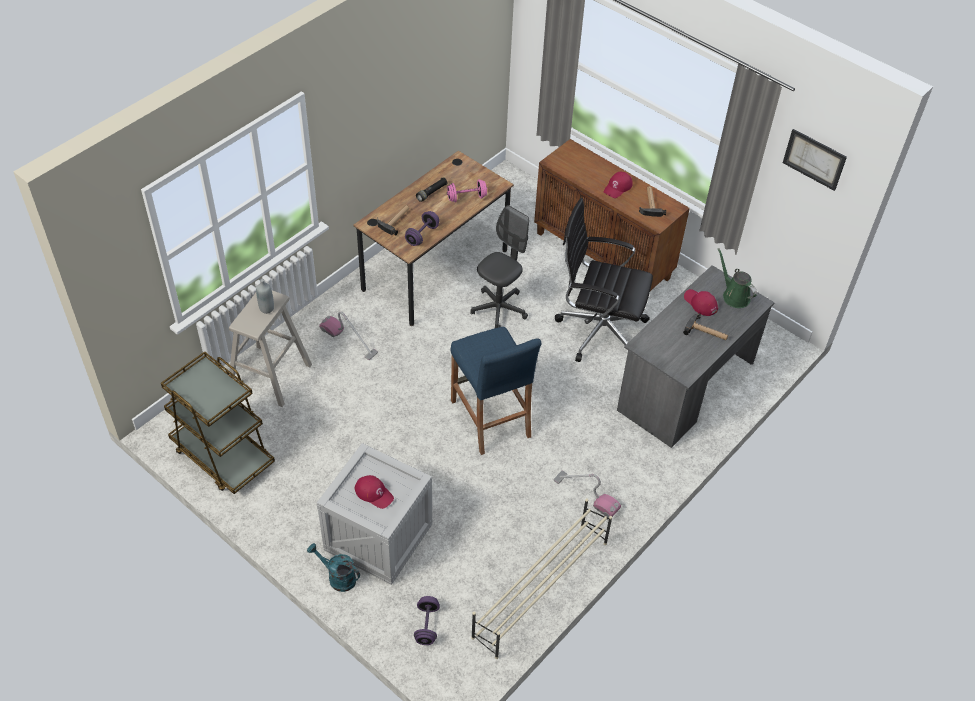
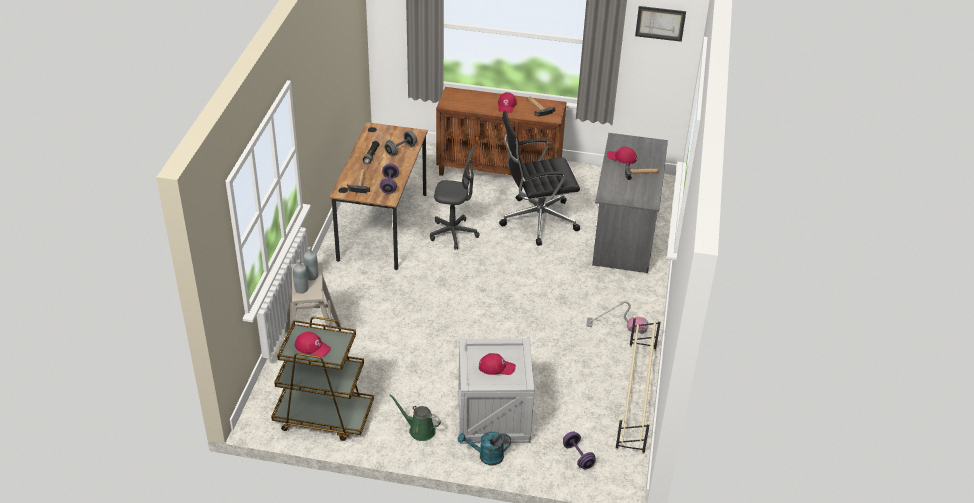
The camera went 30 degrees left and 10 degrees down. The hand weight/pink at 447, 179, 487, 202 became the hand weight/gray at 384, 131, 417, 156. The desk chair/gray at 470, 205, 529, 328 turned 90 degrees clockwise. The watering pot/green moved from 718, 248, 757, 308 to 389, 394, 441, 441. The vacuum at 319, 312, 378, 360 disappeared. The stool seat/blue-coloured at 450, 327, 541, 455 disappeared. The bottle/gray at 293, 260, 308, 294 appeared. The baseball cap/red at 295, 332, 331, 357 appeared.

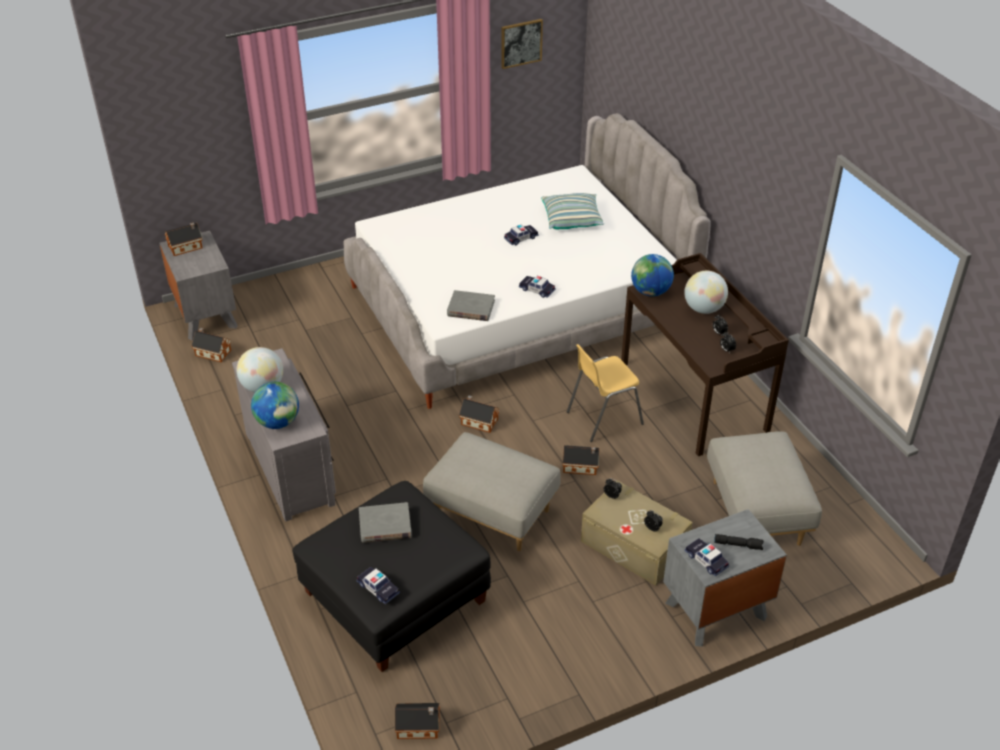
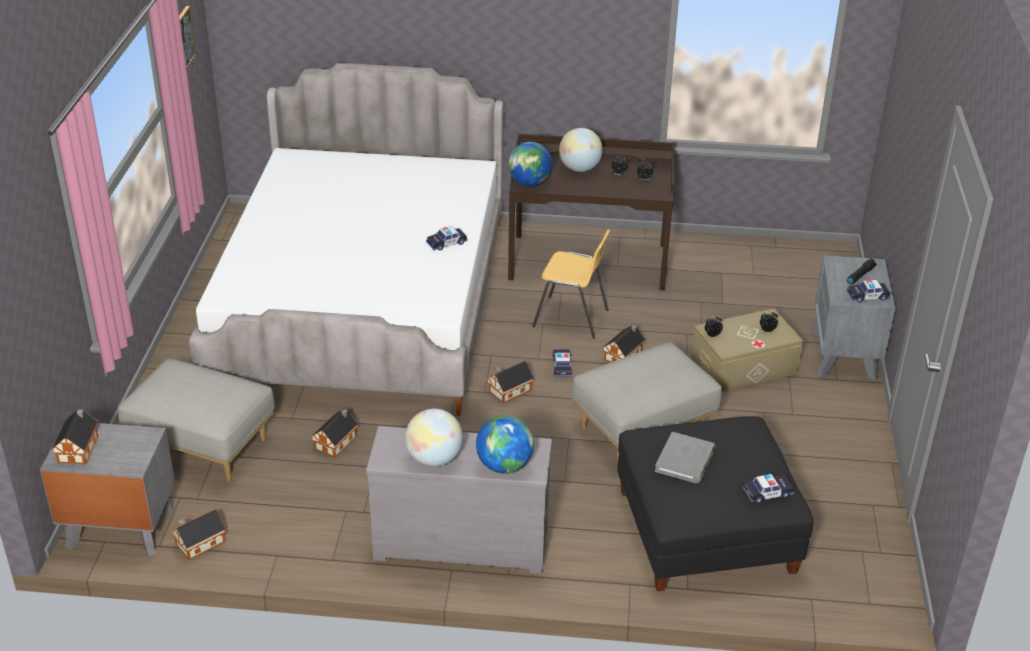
The camera went 60 degrees left and 5 degrees down. The throw pillow at 541, 193, 604, 229 disappeared. The model car moved from 504, 225, 539, 245 to 552, 349, 572, 377. The book/gray at 447, 290, 495, 321 disappeared. The upright chair/yellow at 567, 344, 644, 442 turned 75 degrees counterclockwise. The pouffe/gray moved from 707, 431, 822, 546 to 118, 358, 275, 481. The model house moved from 395, 703, 440, 739 to 311, 408, 359, 458.

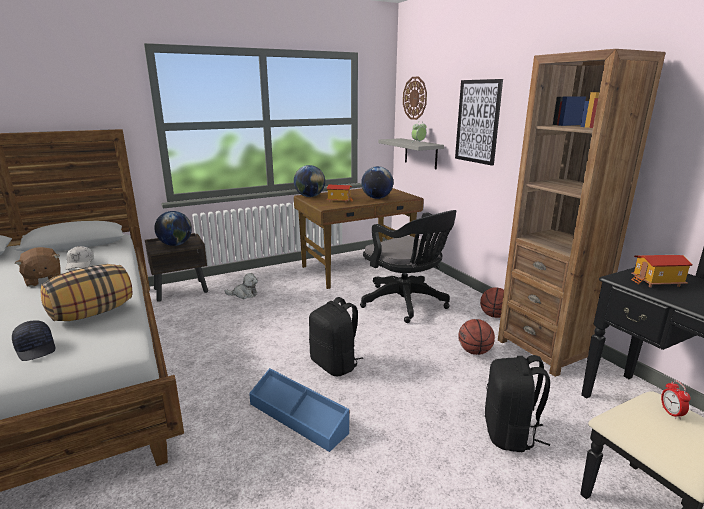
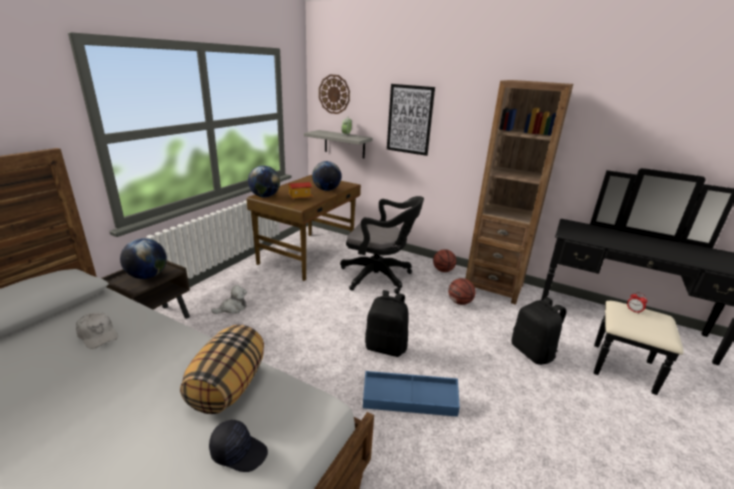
The camera went 35 degrees left and 5 degrees up. The plush toy/brown at 15, 247, 61, 287 disappeared. The model house at 631, 255, 693, 287 disappeared.

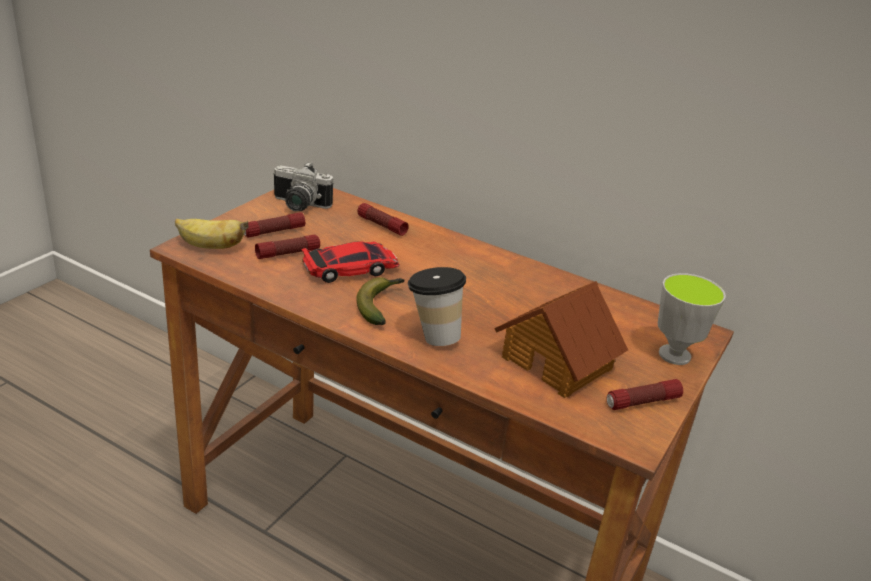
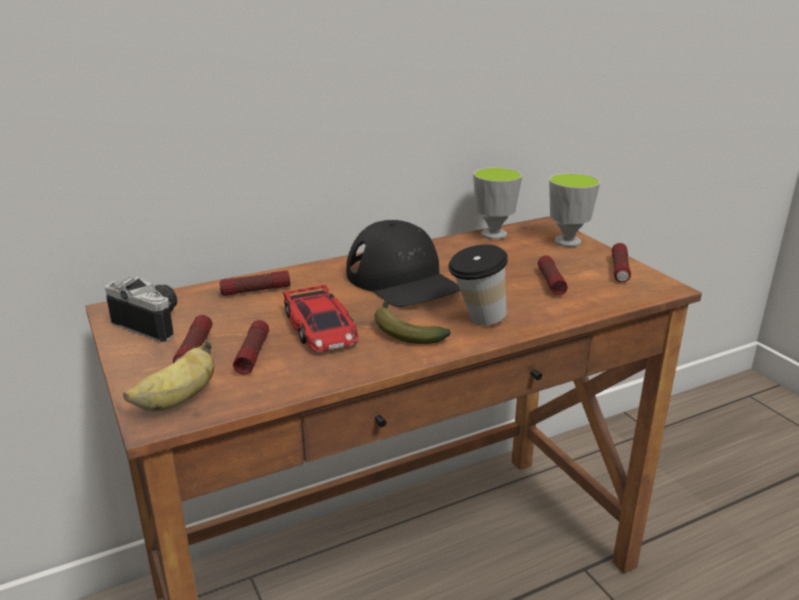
The camera went 55 degrees left and 5 degrees down. The photo camera at 274, 162, 334, 211 turned 105 degrees counterclockwise. The model car at 302, 241, 400, 283 turned 150 degrees clockwise. The model house at 494, 281, 628, 398 was replaced by the hand torch at 538, 256, 568, 296. The cup at 473, 167, 522, 239 appeared. The baseball cap/black-coloured at 346, 220, 460, 307 appeared.

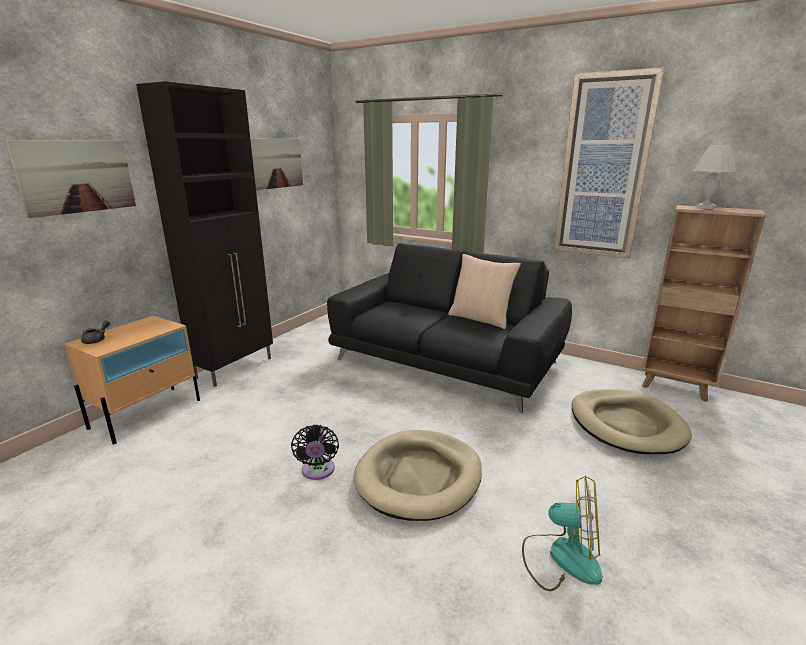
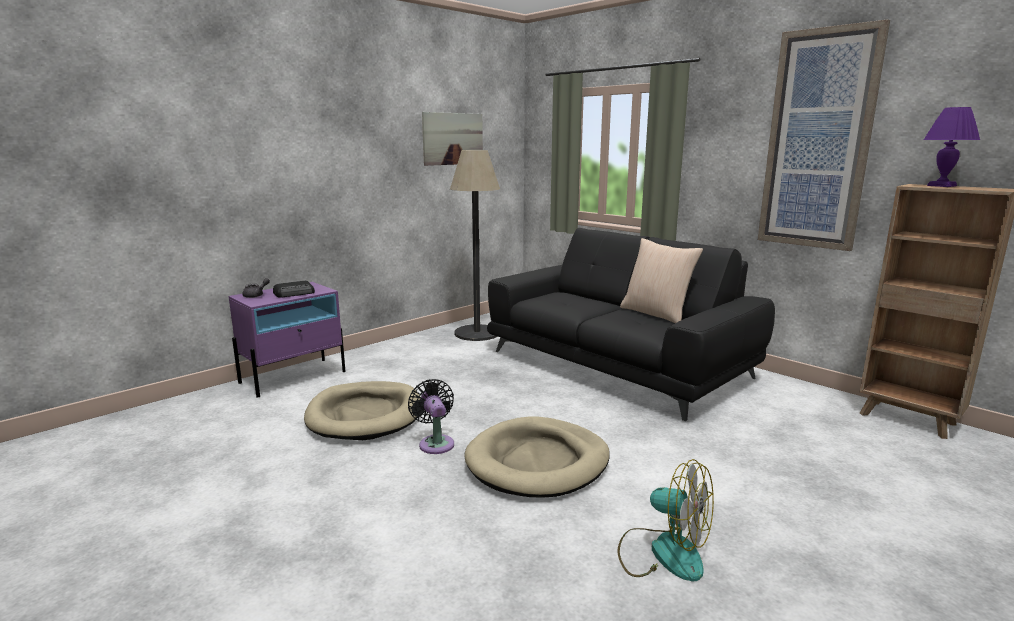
The camera went 15 degrees right and 5 degrees down. The storage cabinet/black-coloured at 136, 81, 273, 387 disappeared. The wall art at 5, 140, 136, 218 disappeared. The table lamp/white-coloured at 694, 145, 736, 209 became the table lamp/purplish at 924, 107, 980, 187. The bedside table/beige at 64, 316, 200, 445 became the bedside table/purplish at 229, 282, 345, 398. The pet bed/beige moved from 572, 389, 692, 454 to 304, 381, 420, 440. The cooling fan/black-coloured at 291, 424, 339, 480 turned 150 degrees clockwise. The floor lamp at 450, 150, 500, 341 appeared. The radio at 273, 281, 315, 298 appeared.

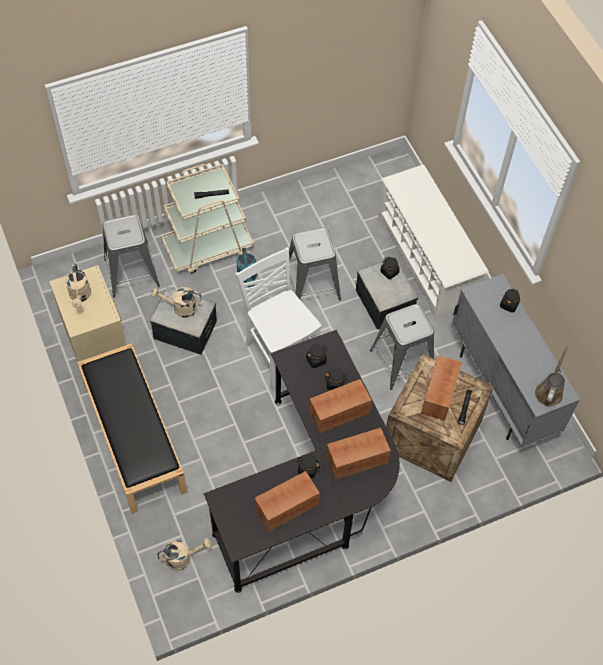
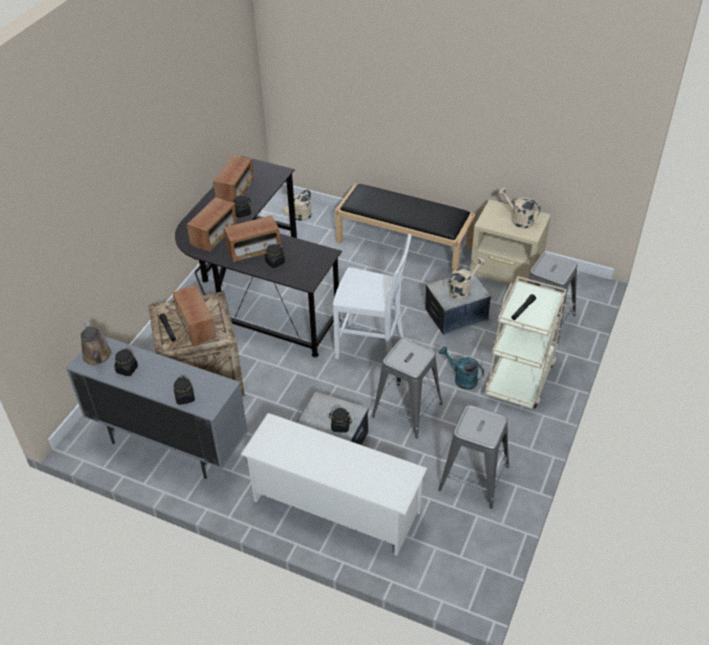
The camera went 140 degrees right and 15 degrees down. The stool seat/gray moved from 370, 304, 434, 390 to 438, 405, 509, 509. The jar/black-coloured moved from 306, 345, 328, 368 to 114, 349, 138, 376. The radio at 309, 379, 372, 433 turned 45 degrees clockwise.

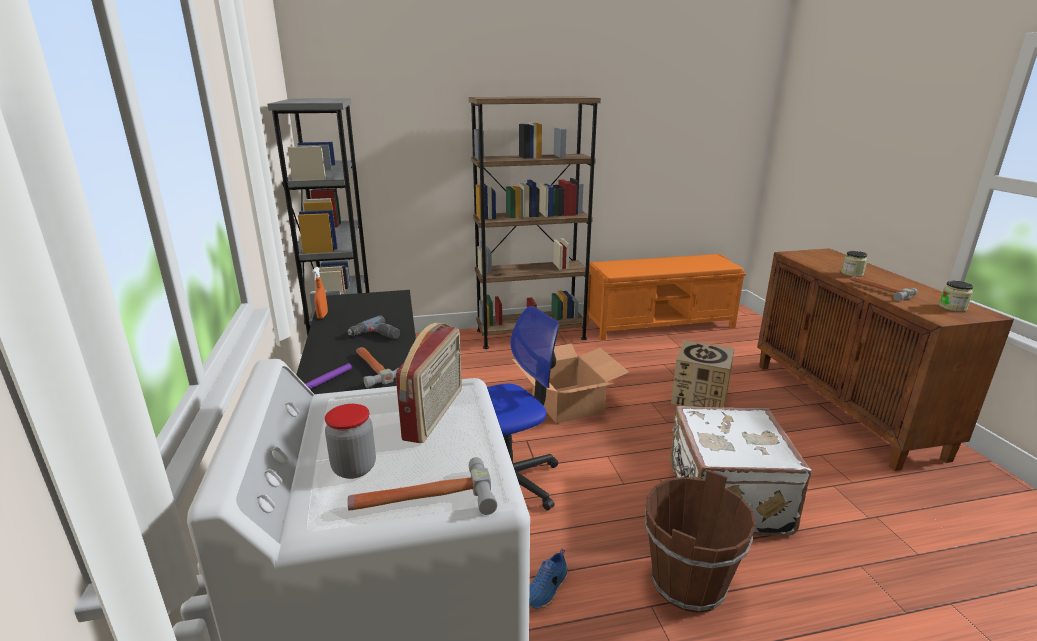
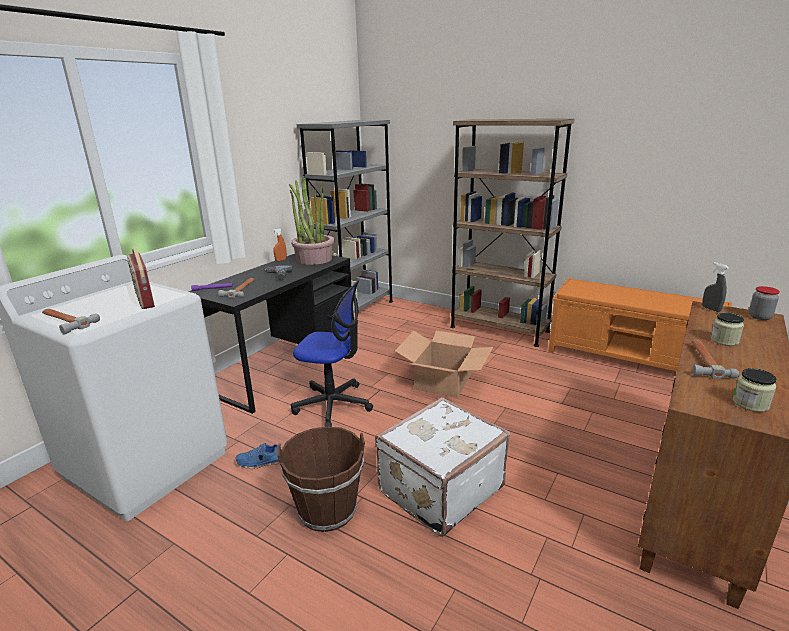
The camera went 45 degrees right and 0 degrees up. The radio at 396, 323, 462, 443 turned 90 degrees clockwise. The cardboard box at 671, 340, 735, 408 disappeared. The jar moved from 325, 404, 376, 479 to 749, 286, 780, 320. The potted plant at 289, 178, 334, 265 appeared. The sprayer/gray at 702, 262, 728, 312 appeared.

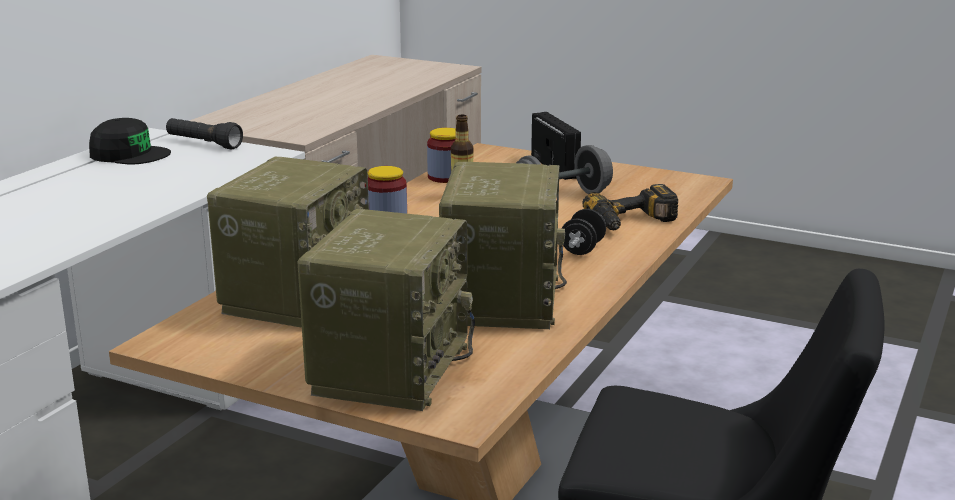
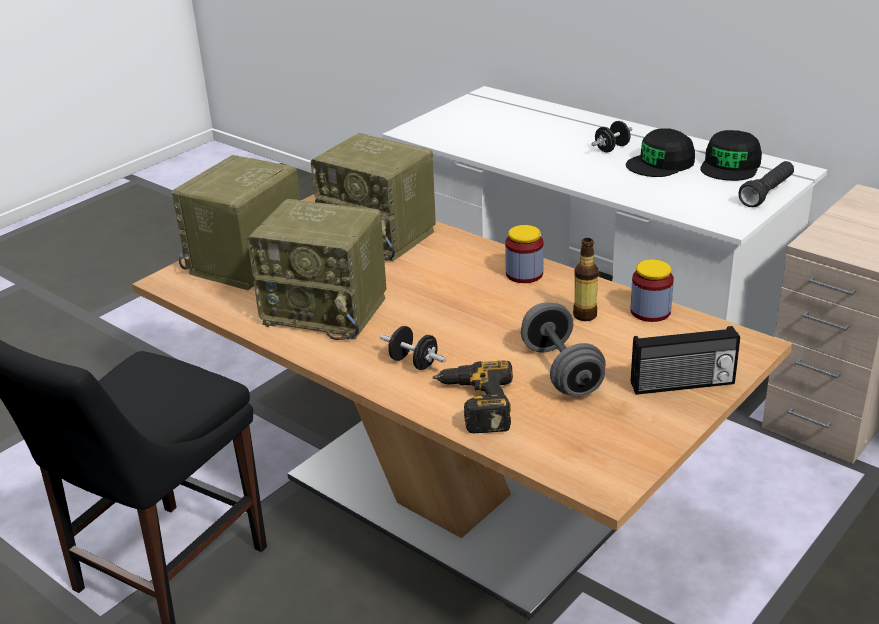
The camera went 105 degrees right and 10 degrees up. The radio at 297, 209, 475, 411 turned 90 degrees clockwise. The hand weight/black-coloured at 591, 121, 633, 152 appeared. The baseball cap/black-coloured at 626, 128, 695, 177 appeared.

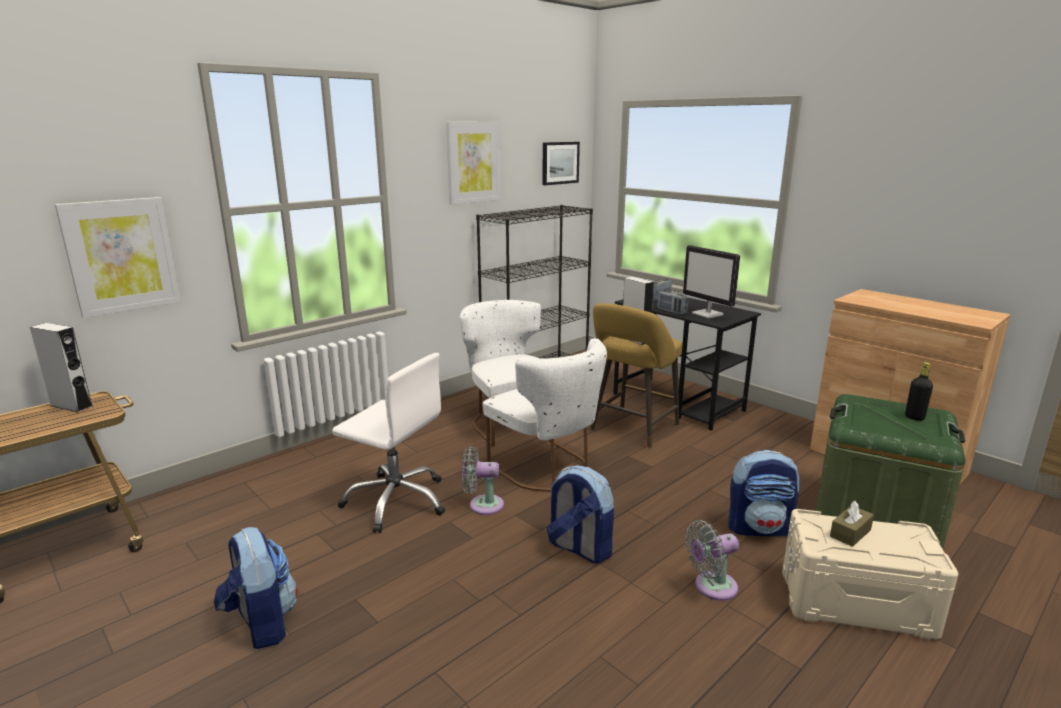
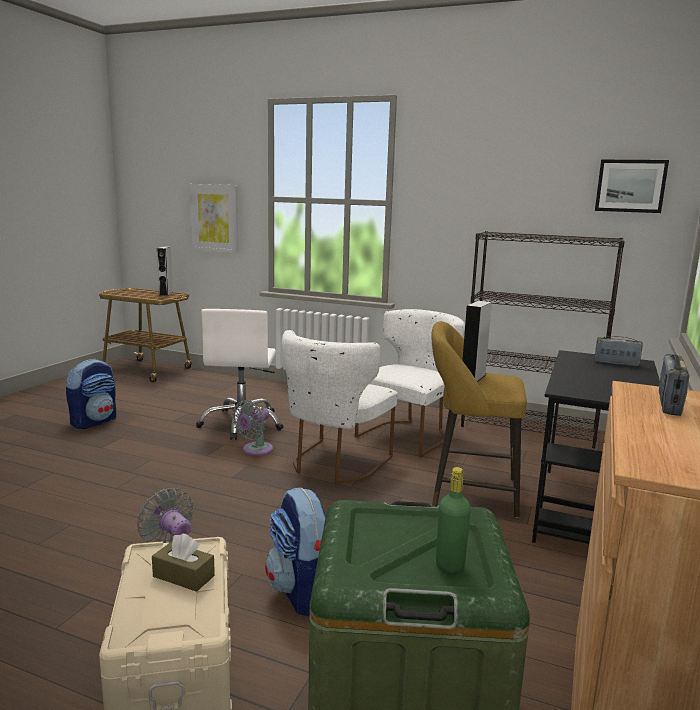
The camera went 65 degrees right and 5 degrees down. The wall art at 446, 122, 500, 205 disappeared. The computer screen at 683, 245, 740, 318 disappeared. The radio moved from 657, 290, 688, 315 to 659, 354, 689, 416. The bottle/black-coloured at 905, 362, 933, 421 became the bottle/green at 436, 467, 471, 574. The cooling fan/gray at 462, 446, 504, 515 turned 120 degrees counterclockwise. The rucksack at 547, 465, 614, 564 disappeared.

